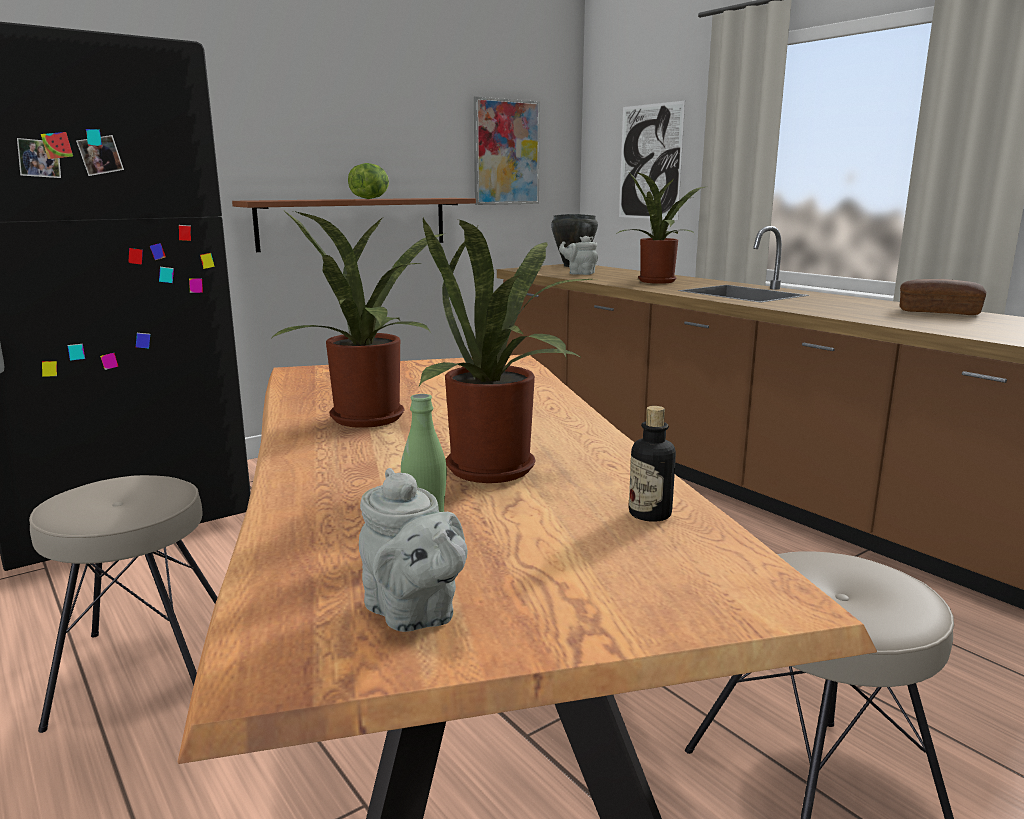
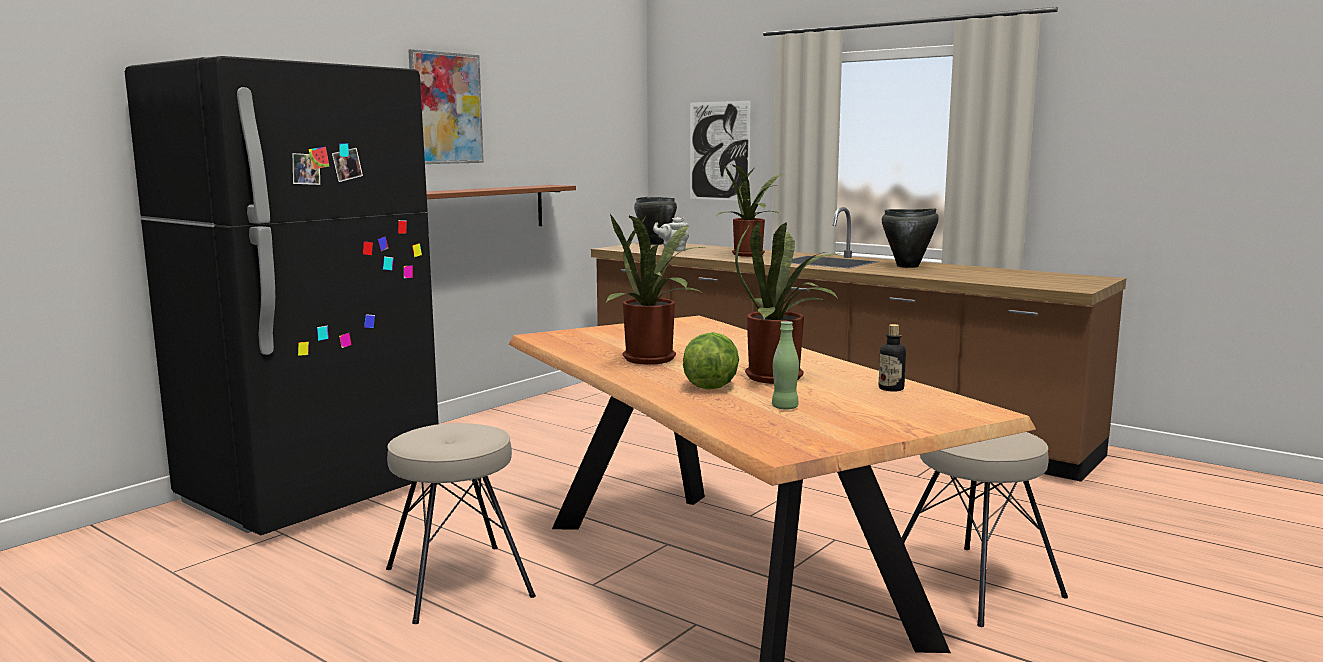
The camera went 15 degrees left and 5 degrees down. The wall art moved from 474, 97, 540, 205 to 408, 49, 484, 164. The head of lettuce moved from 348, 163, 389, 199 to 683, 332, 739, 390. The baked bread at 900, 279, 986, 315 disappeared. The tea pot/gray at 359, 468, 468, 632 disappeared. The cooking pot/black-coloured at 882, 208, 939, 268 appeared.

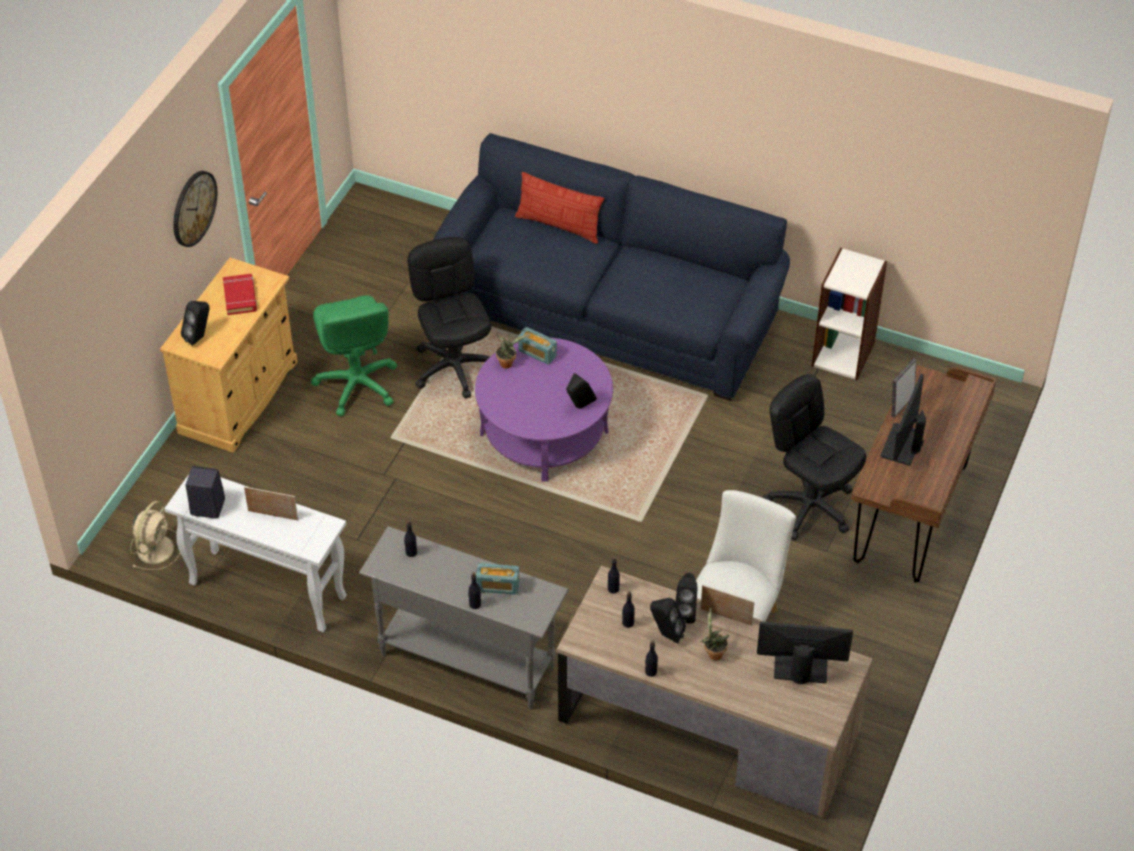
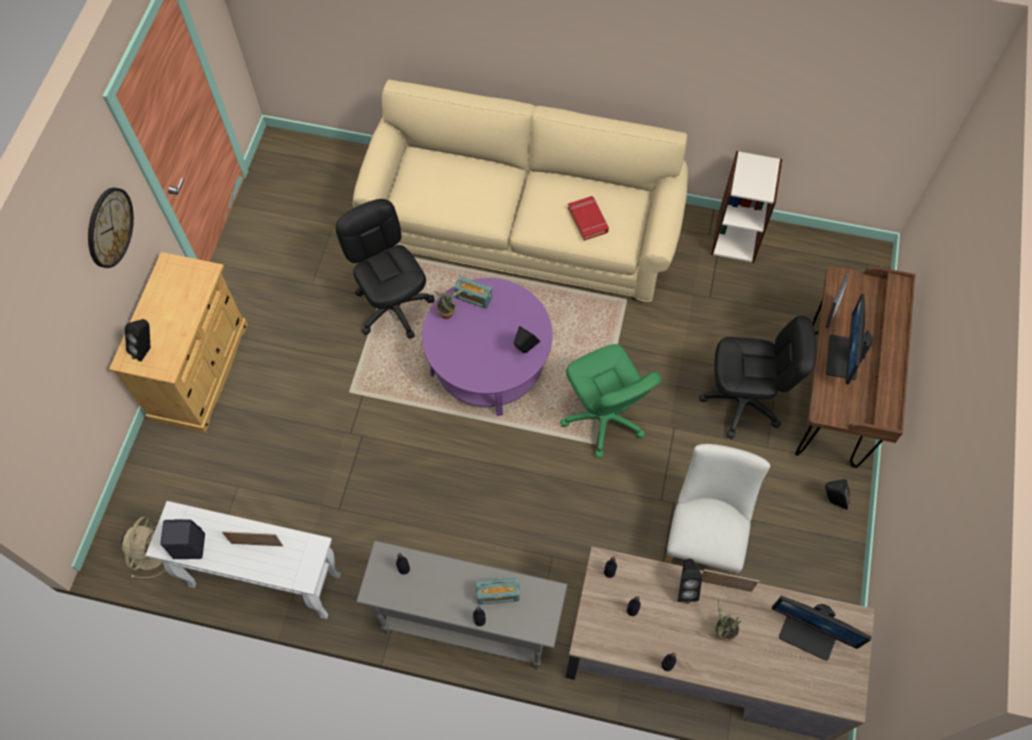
The camera went 10 degrees left and 15 degrees up. The settee/blue-coloured at 433, 133, 790, 401 became the settee/beige at 353, 80, 688, 302. The throw pillow at 515, 172, 604, 244 disappeared. The book/red moved from 223, 274, 257, 315 to 568, 196, 609, 241. The desk chair/green moved from 311, 295, 397, 416 to 560, 344, 661, 458. The desk chair/black-coloured at 763, 374, 866, 540 turned 150 degrees clockwise. The speaker/black-coloured moved from 650, 598, 686, 644 to 825, 479, 850, 510. The computer screen at 757, 621, 853, 684 turned 150 degrees counterclockwise.

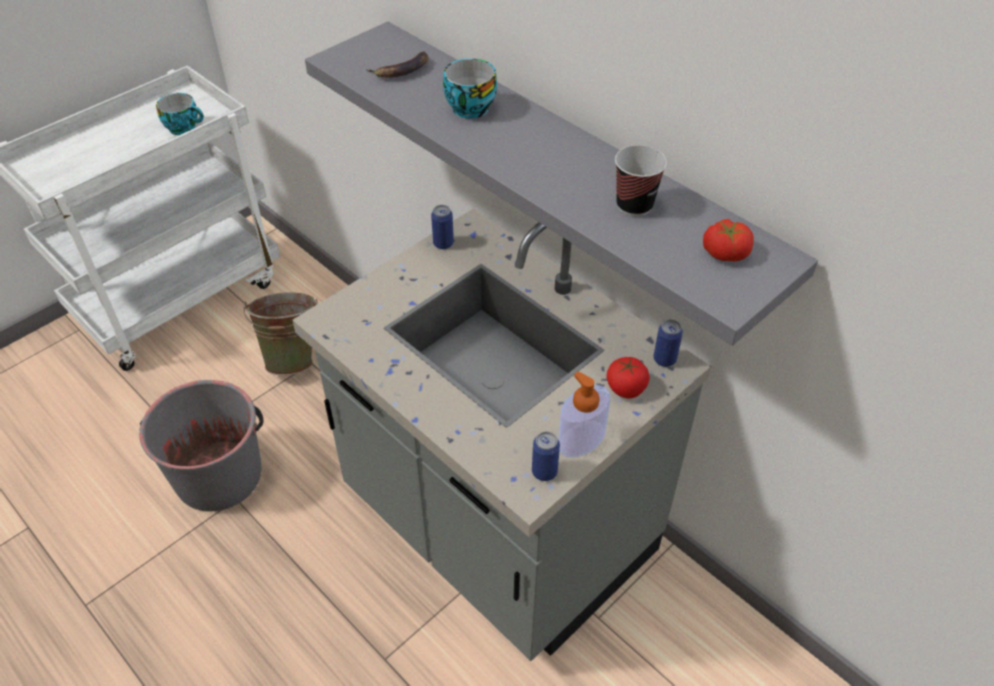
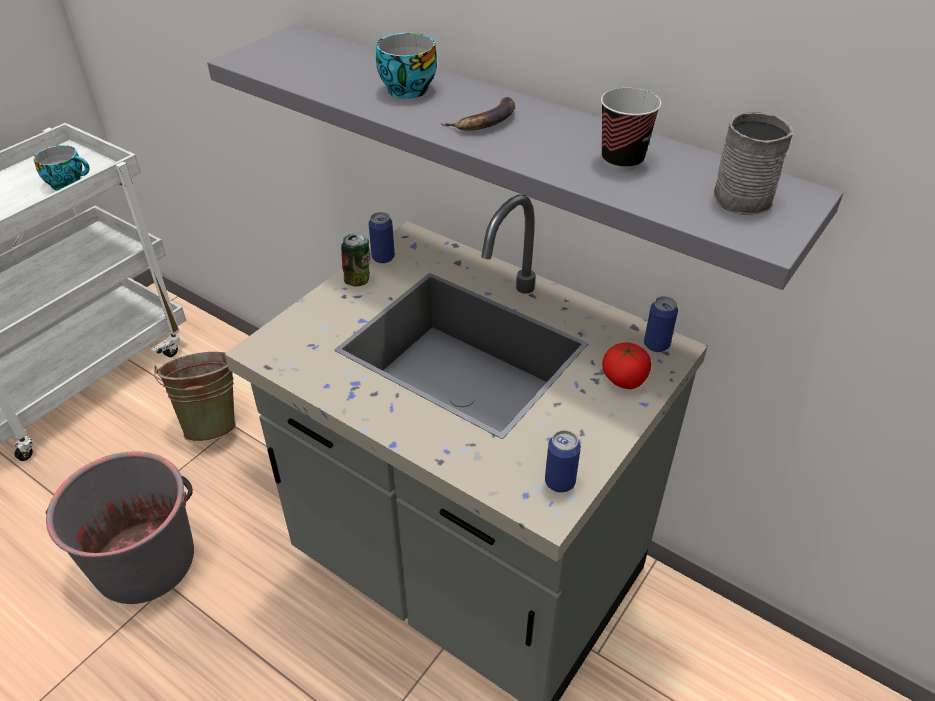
The camera went 10 degrees left and 5 degrees down. The banana fruit moved from 366, 51, 429, 78 to 441, 97, 515, 131. The fresh tomato at 703, 219, 754, 262 was replaced by the tea mug/gray at 714, 112, 793, 215. The soap dispenser at 558, 372, 610, 457 disappeared. The metal can at 341, 234, 370, 287 appeared.

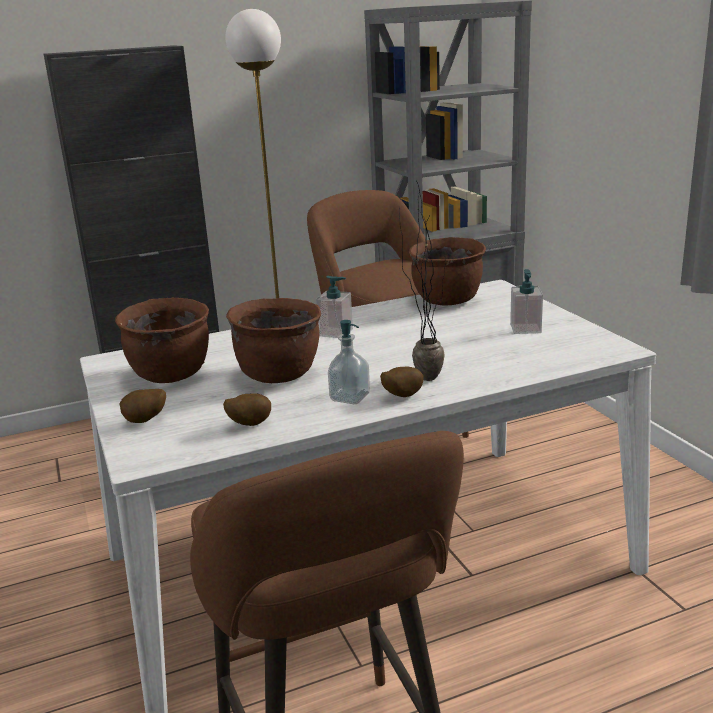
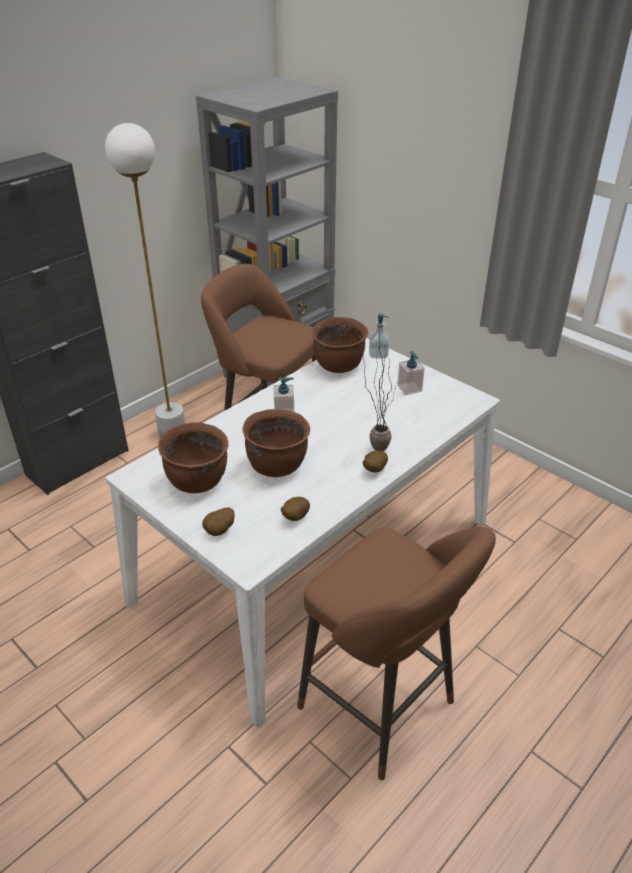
The camera went 25 degrees left and 15 degrees up. The soap dispenser moved from 328, 320, 370, 404 to 369, 314, 389, 358.

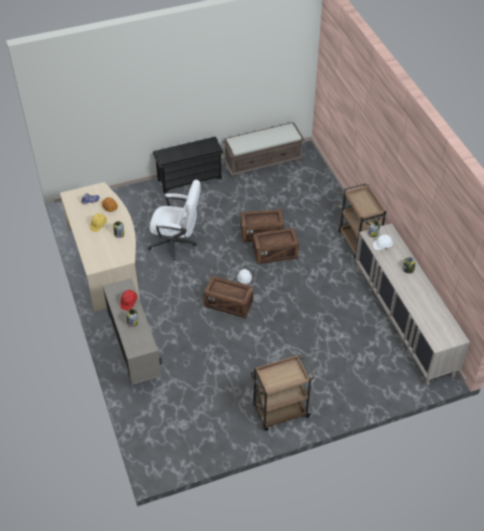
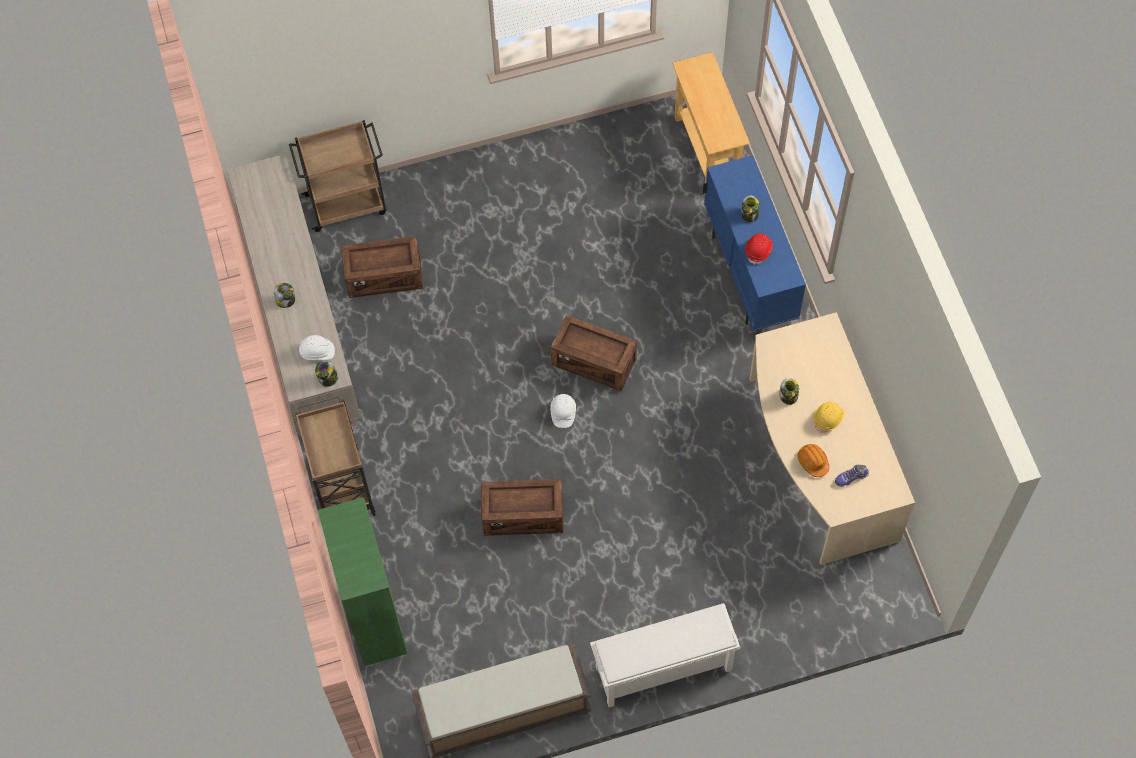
The camera went 175 degrees left and 15 degrees up. The shoe rack/black-coloured at 153, 137, 224, 193 became the shoe rack/white-coloured at 590, 603, 740, 708. The desk chair/white-coloured at 148, 180, 201, 260 disappeared. The packing crate moved from 253, 228, 299, 264 to 341, 236, 423, 298. The storage cabinet/beige at 103, 278, 162, 385 became the storage cabinet/blue-coloured at 703, 155, 806, 331. The trolley/brown moved from 250, 355, 315, 431 to 289, 120, 386, 232. The console table/beige at 672, 52, 750, 194 appeared. The bookshelf/green at 318, 497, 407, 666 appeared.

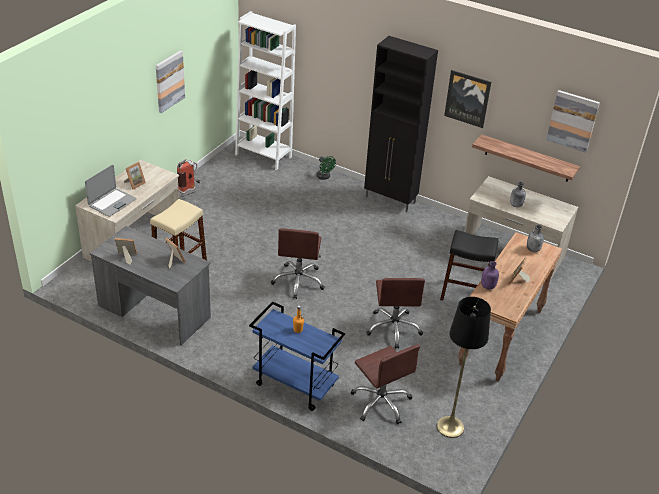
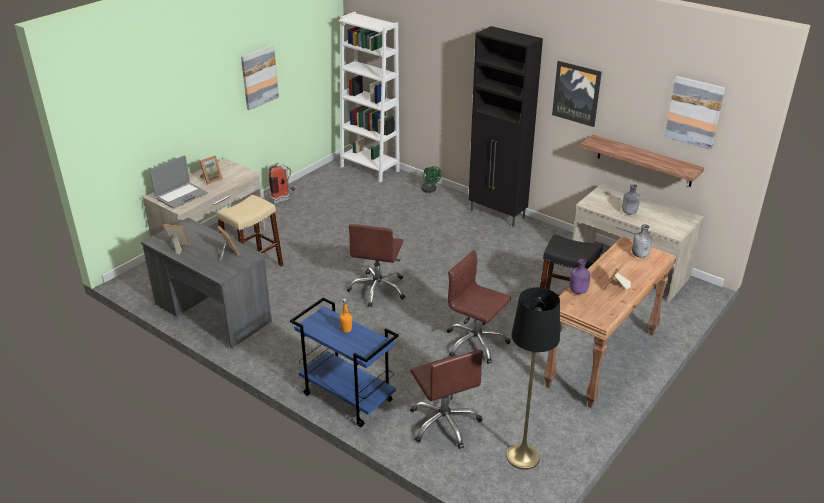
The camera went 10 degrees right and 5 degrees down. The desk chair/brown at 366, 278, 425, 349 turned 120 degrees clockwise.

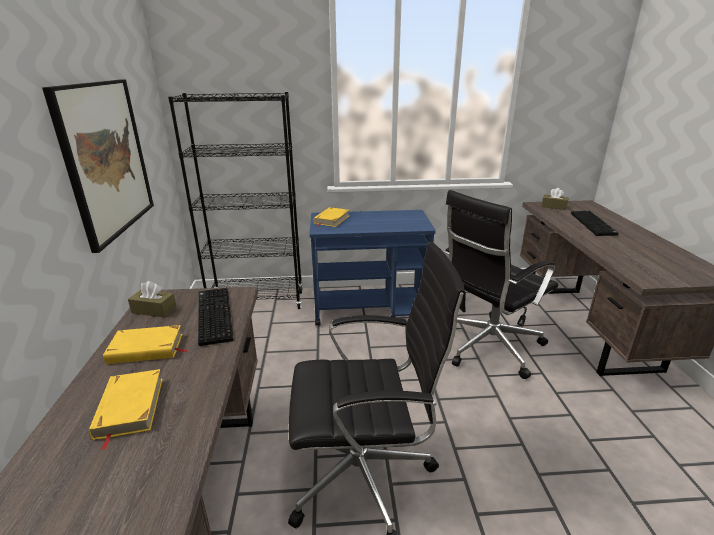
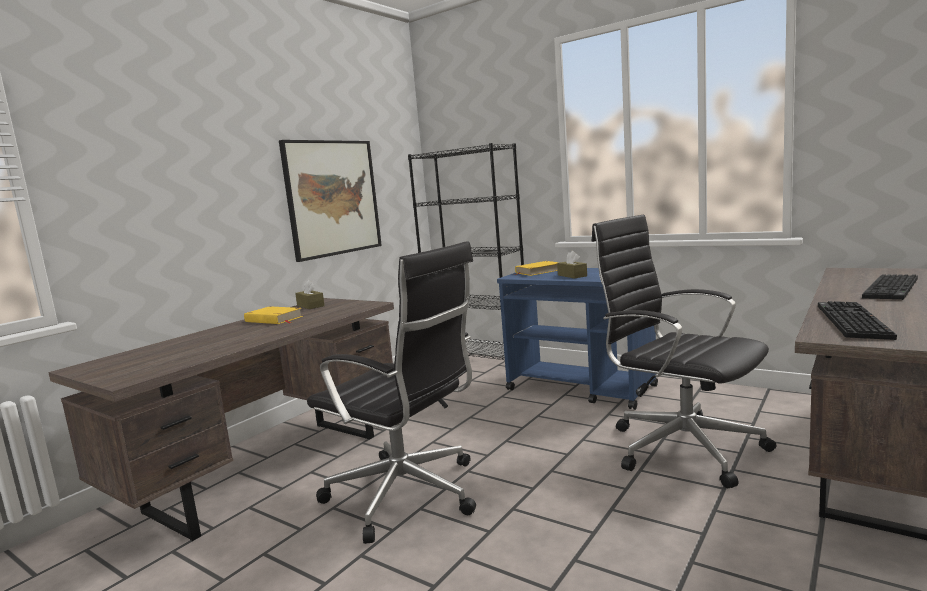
The camera went 40 degrees right and 15 degrees down. The tissue holder/brown moved from 542, 188, 569, 210 to 557, 251, 587, 279. The desk chair/black-coloured at 444, 190, 558, 379 turned 45 degrees clockwise. The PC keyboard moved from 198, 288, 233, 346 to 818, 301, 897, 340. The book/yellow at 89, 369, 163, 450 disappeared.

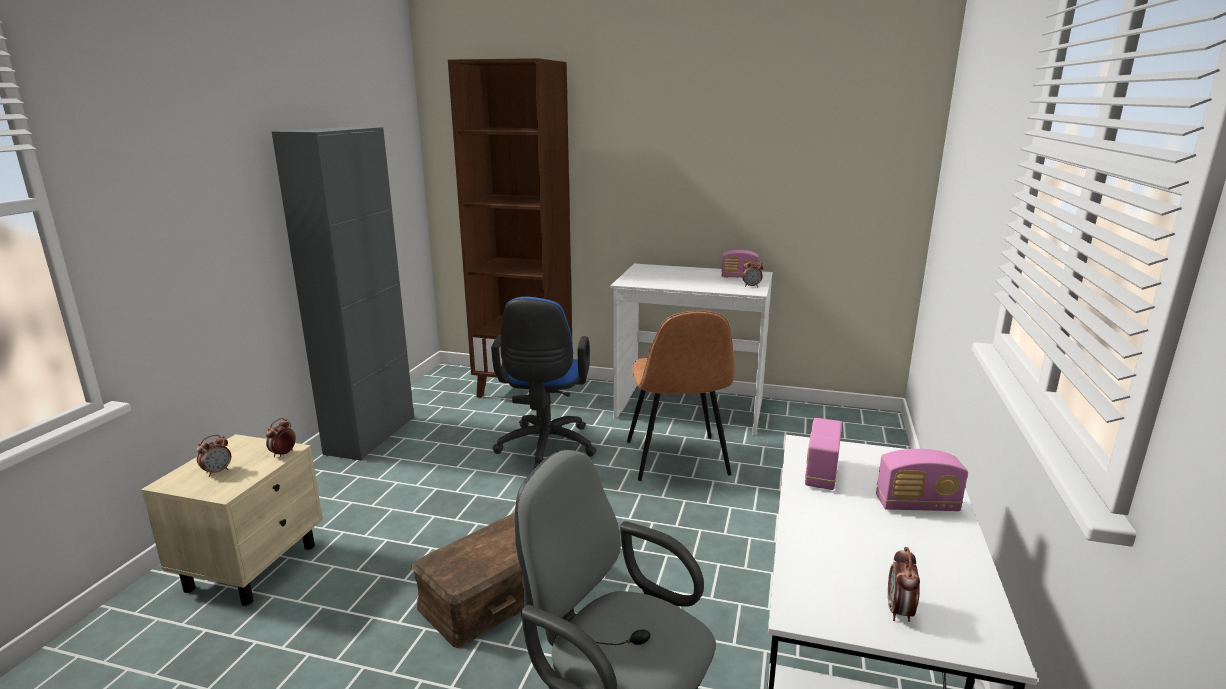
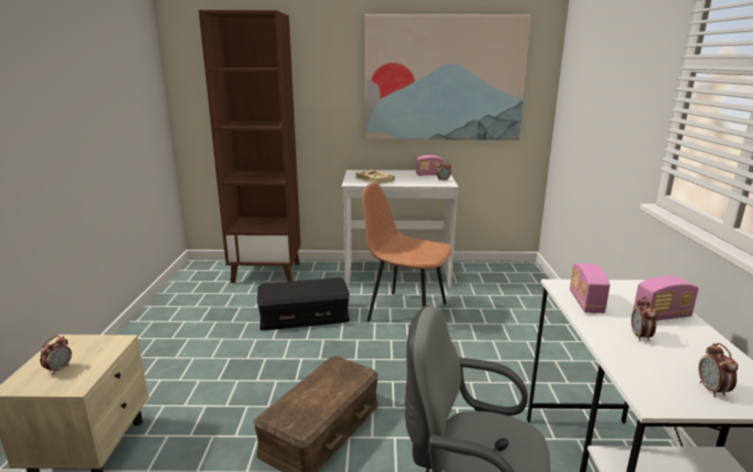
The camera went 15 degrees left and 0 degrees up. The storage cabinet/gray at 272, 127, 414, 461 disappeared. The desk chair/blue-coloured at 491, 297, 597, 469 was replaced by the storage bin/black-coloured at 257, 278, 350, 331. The upright chair/brown at 627, 311, 735, 481 turned 135 degrees clockwise. The table clock moved from 266, 418, 296, 458 to 631, 296, 657, 341. The wall art at 365, 14, 532, 140 appeared. The book/beige at 355, 170, 395, 184 appeared.

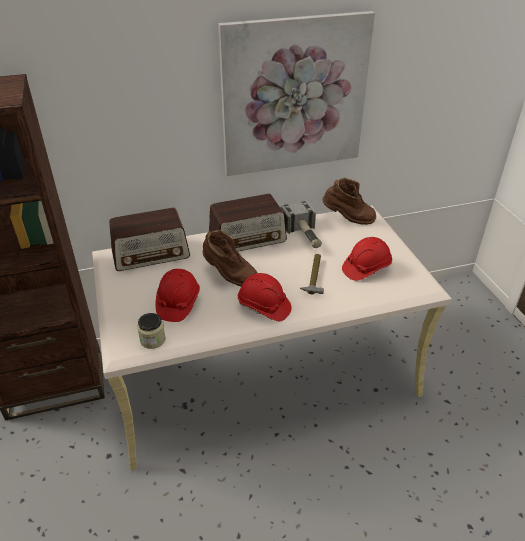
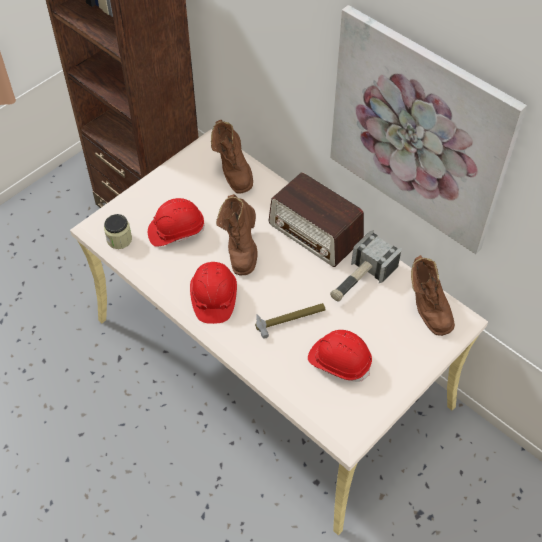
The camera went 60 degrees right and 15 degrees up. The radio at 109, 208, 190, 271 was replaced by the high-top boot/brown at 211, 119, 253, 194.

